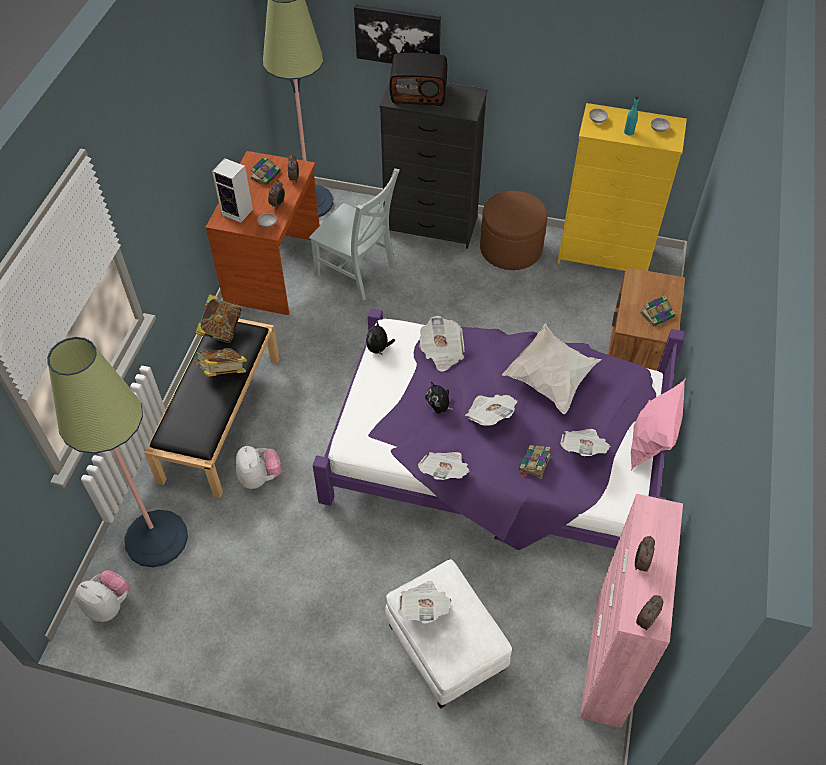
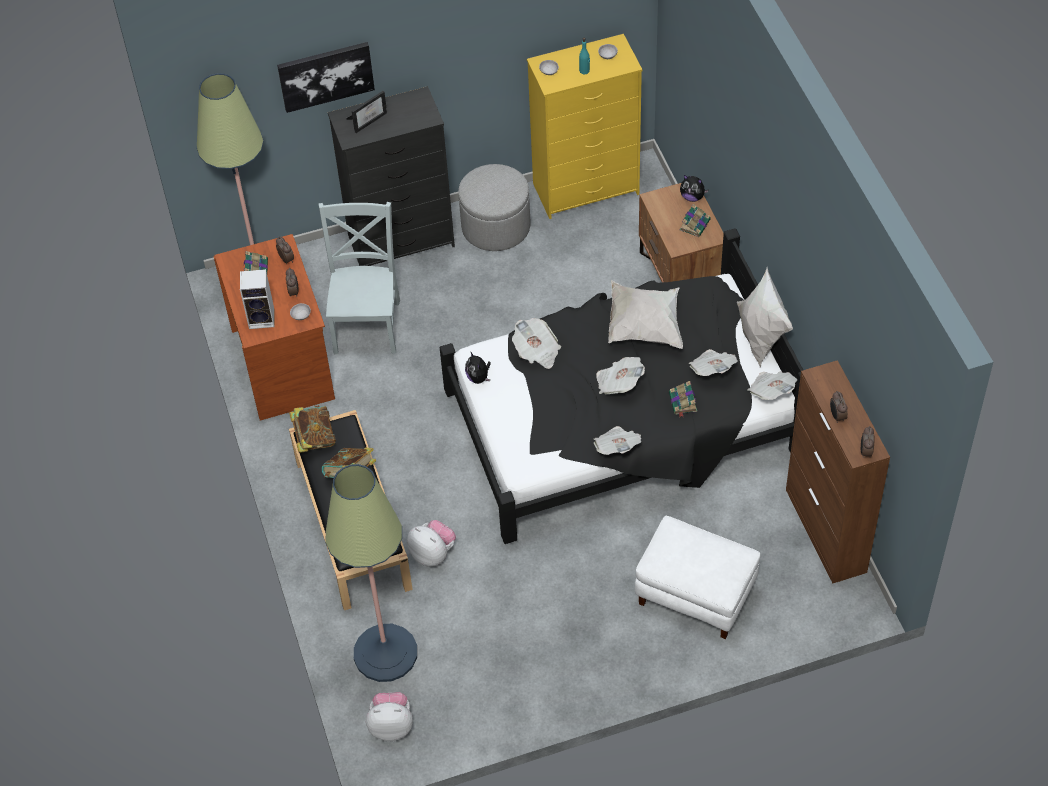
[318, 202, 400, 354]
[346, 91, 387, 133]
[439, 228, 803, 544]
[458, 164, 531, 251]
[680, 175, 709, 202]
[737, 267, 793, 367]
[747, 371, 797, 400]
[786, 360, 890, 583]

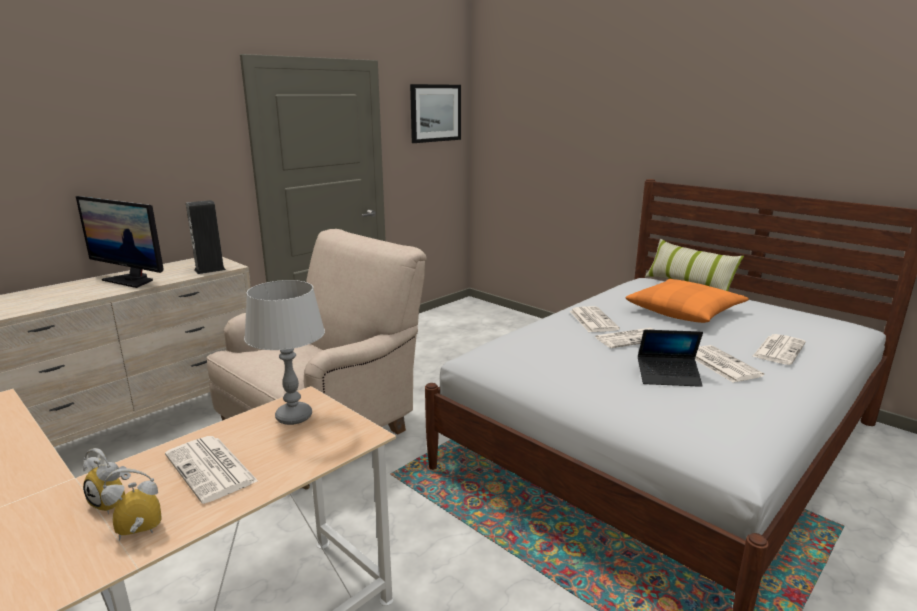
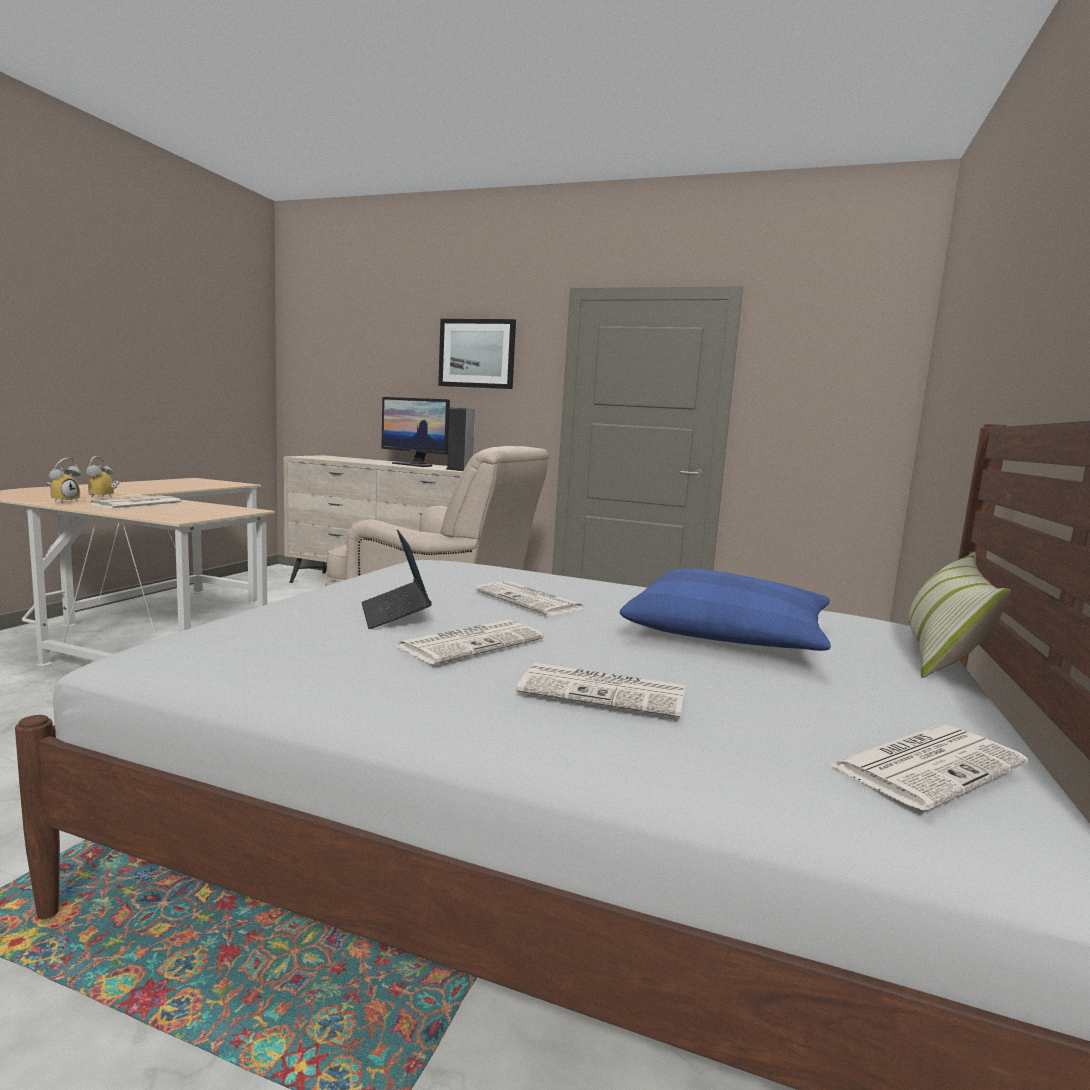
[47, 457, 81, 503]
[381, 397, 450, 467]
[438, 319, 516, 389]
[620, 568, 831, 651]
[828, 725, 1028, 810]
[244, 280, 325, 425] (first image)

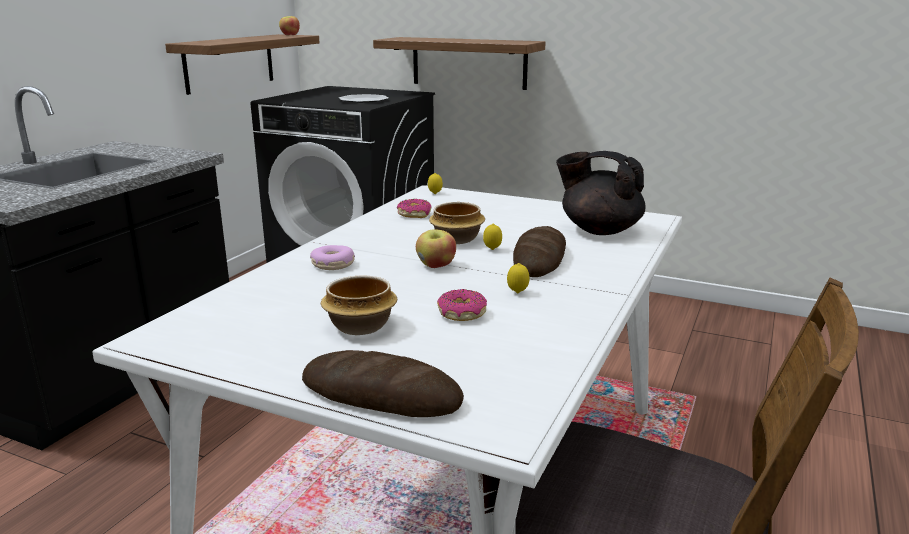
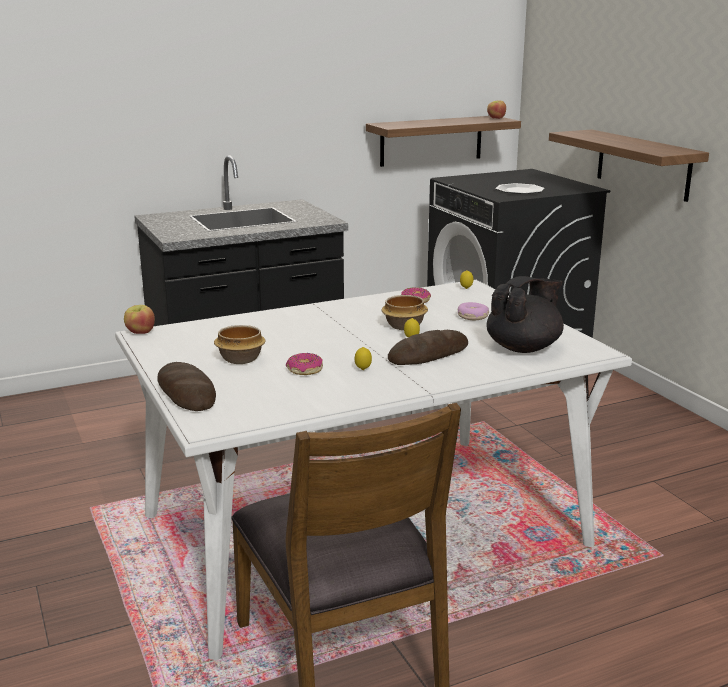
[124, 305, 155, 334]
[458, 302, 489, 320]
[487, 276, 564, 353]

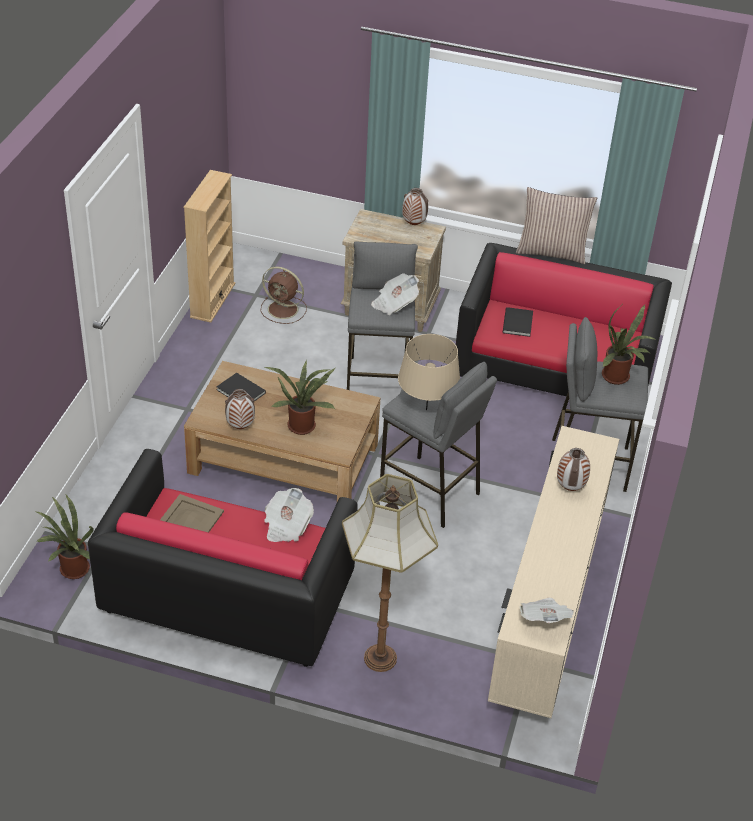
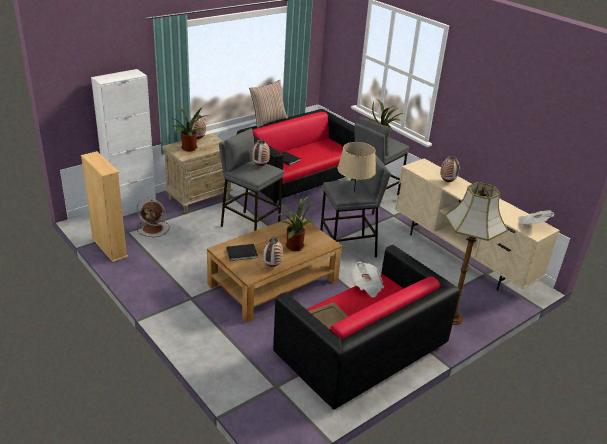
[91, 69, 156, 216]
[137, 198, 170, 237]
[169, 104, 210, 151]
[252, 140, 270, 166]

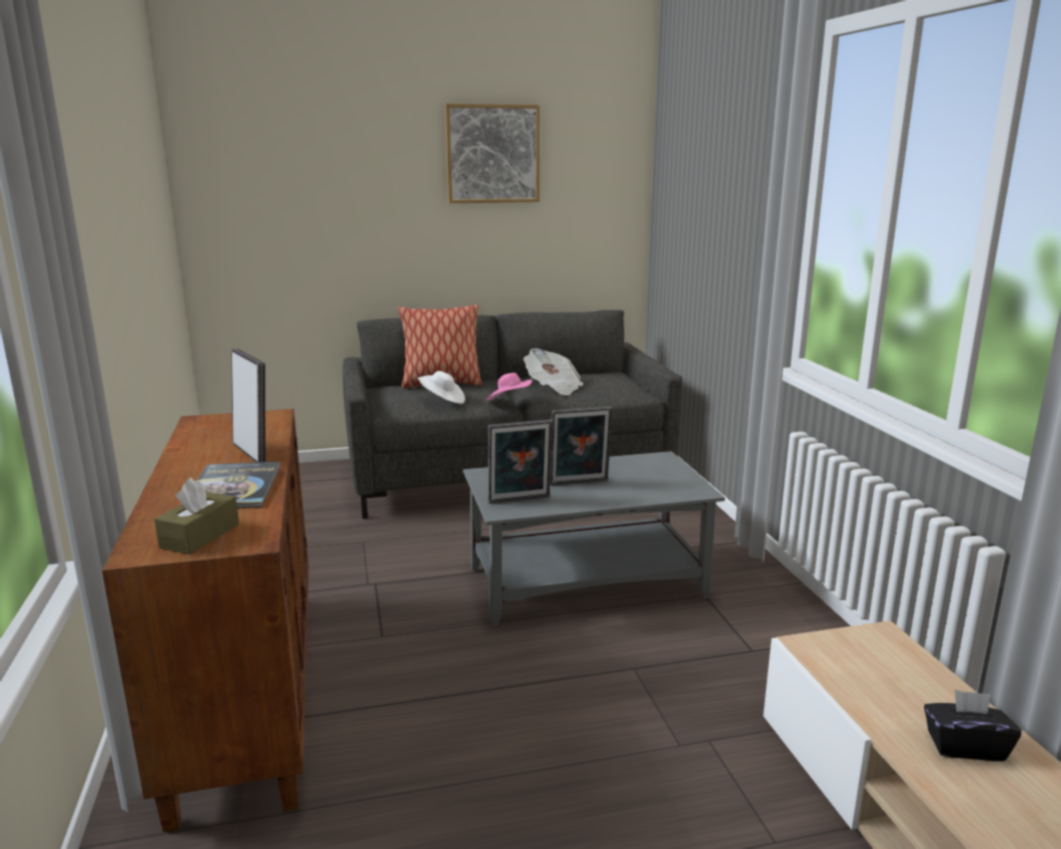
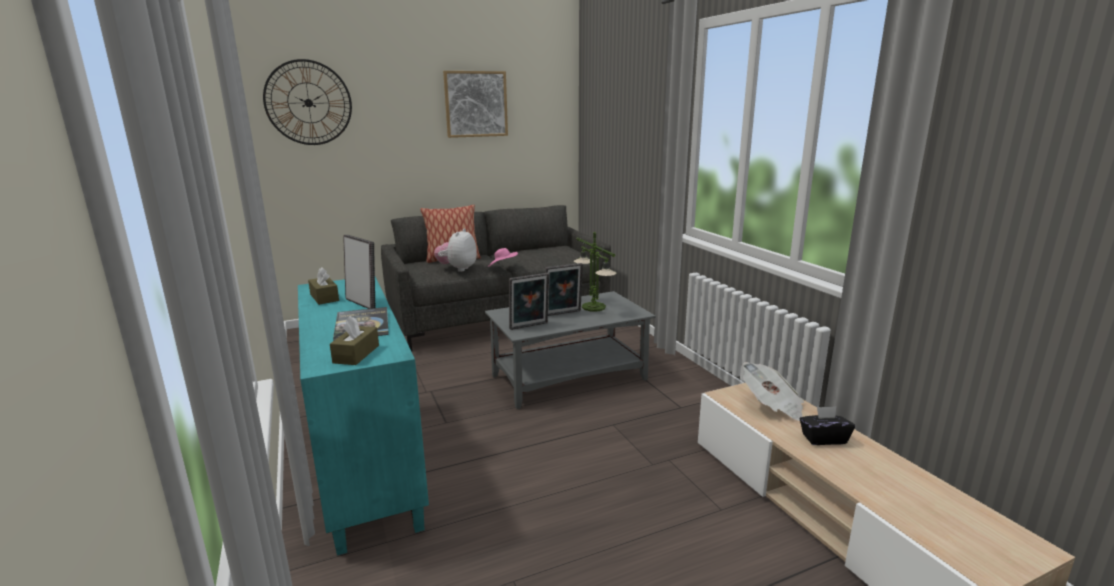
[263, 59, 352, 145]
[298, 276, 429, 556]
[308, 268, 339, 305]
[434, 228, 477, 272]
[574, 232, 616, 312]
[742, 362, 804, 421]

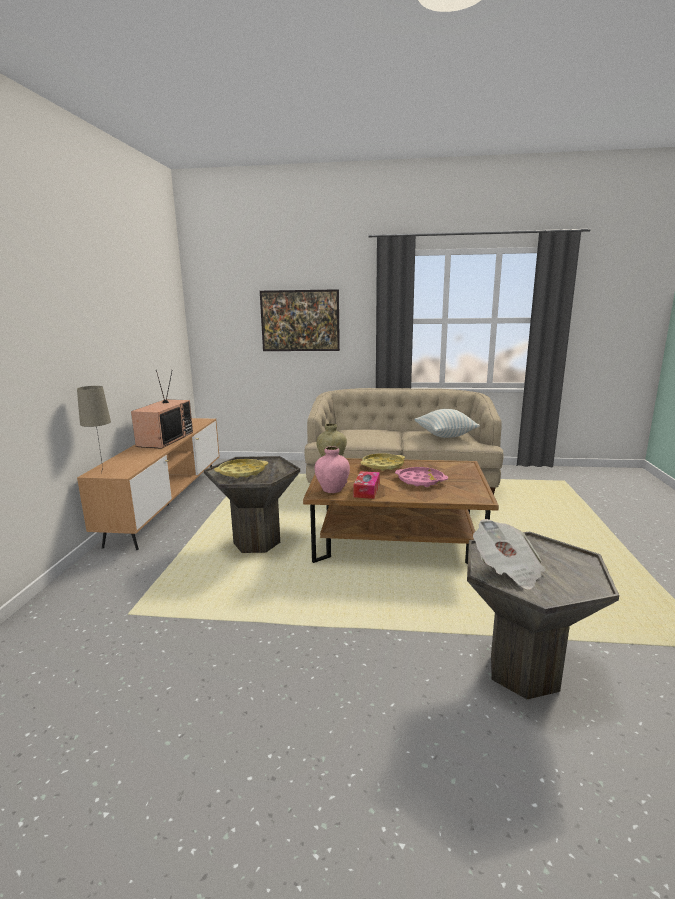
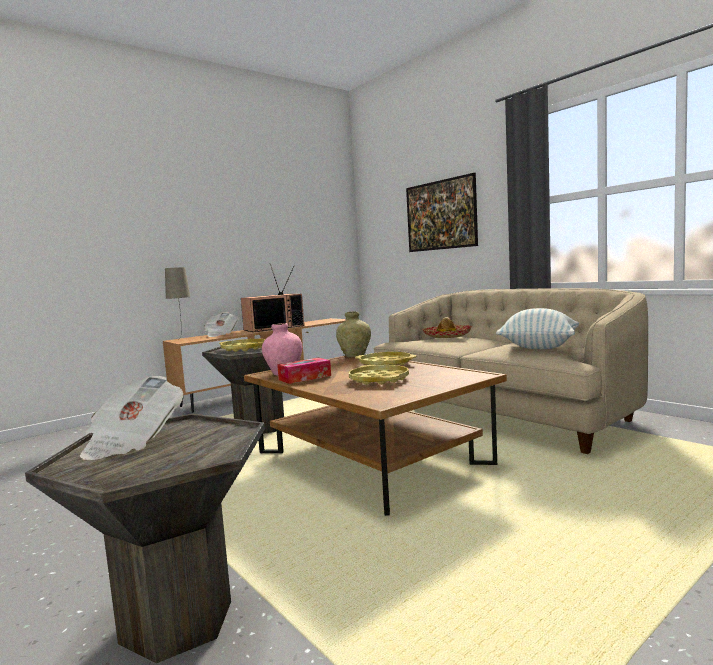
[204, 312, 239, 337]
[349, 365, 409, 385]
[422, 317, 472, 338]

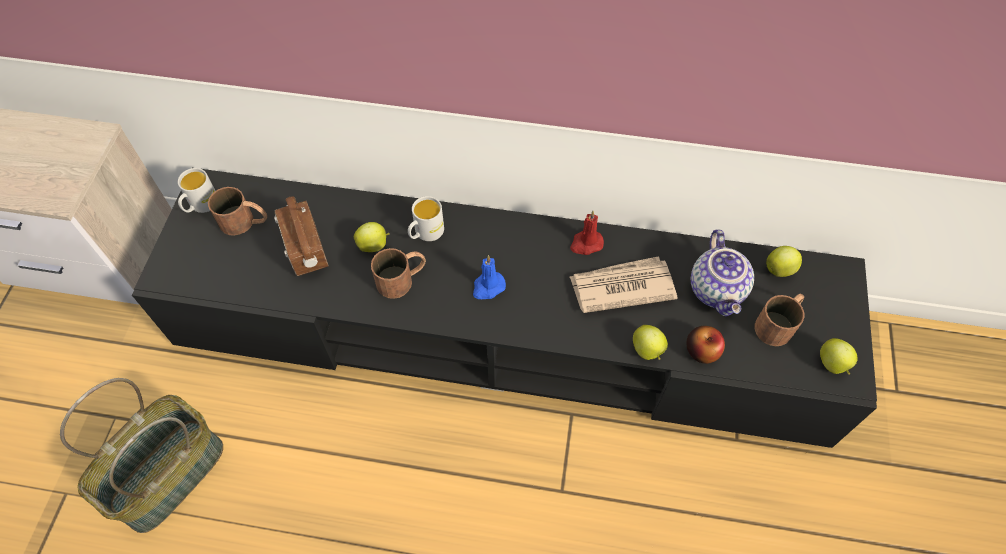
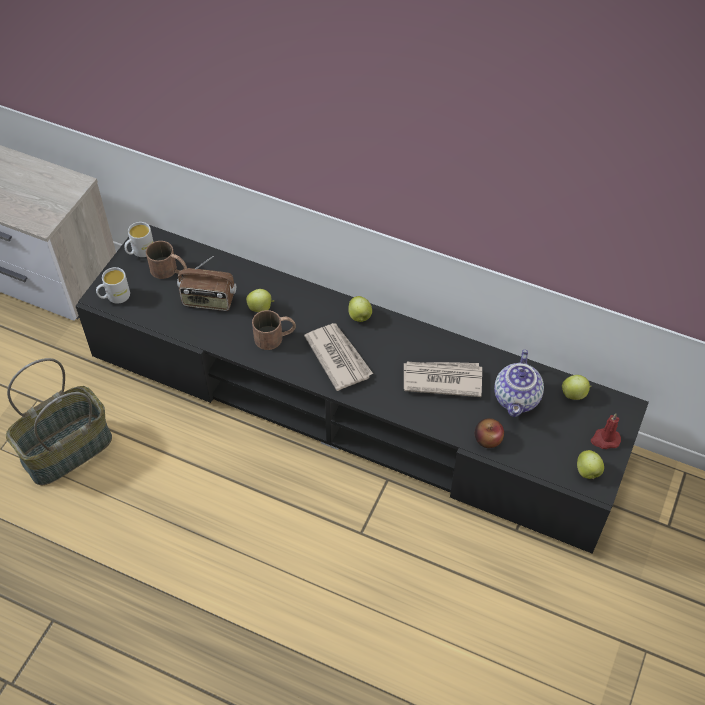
[96, 267, 130, 304]
[177, 256, 236, 311]
[304, 323, 373, 391]
[348, 296, 372, 322]
[591, 413, 621, 449]
[754, 294, 804, 346] (first image)

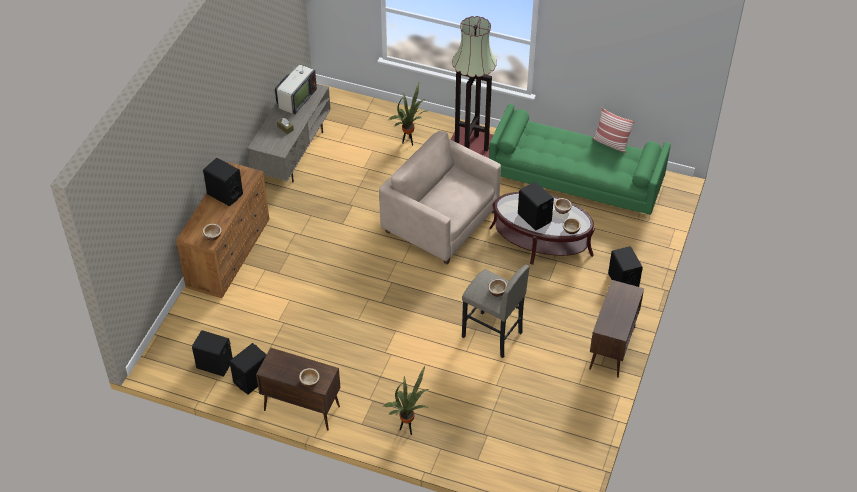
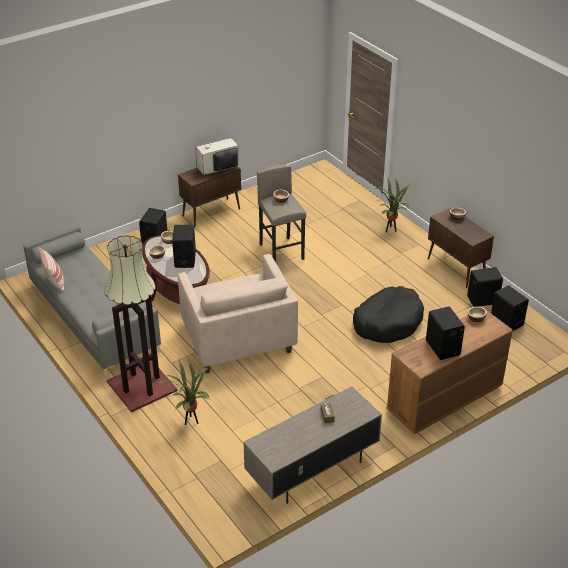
[23, 225, 161, 376]
[195, 131, 239, 176]
[353, 286, 424, 343]

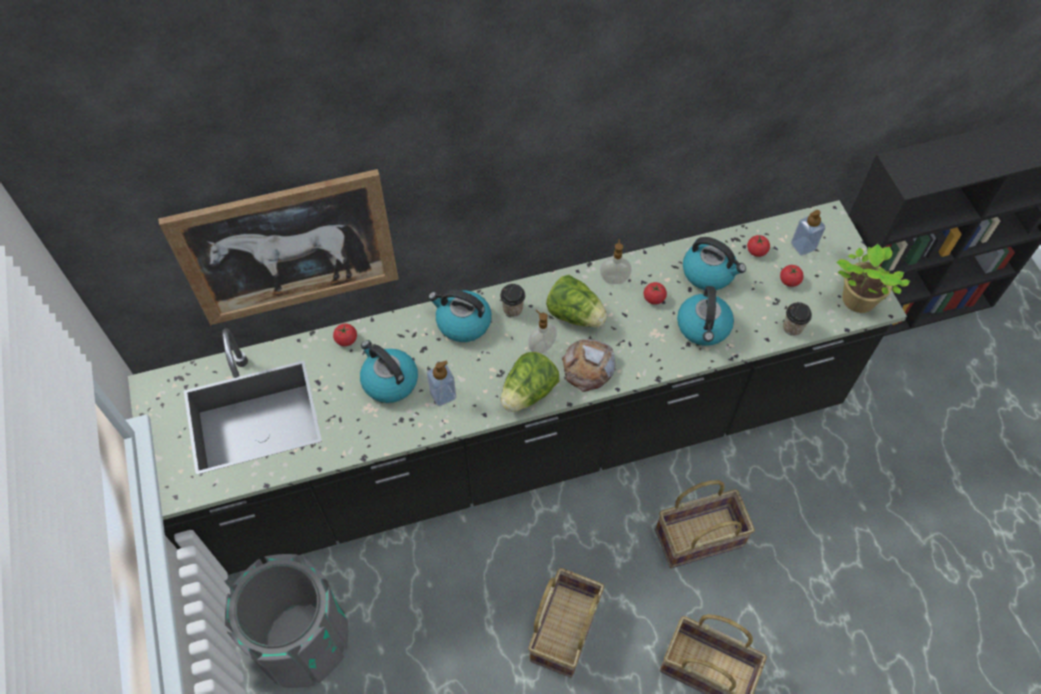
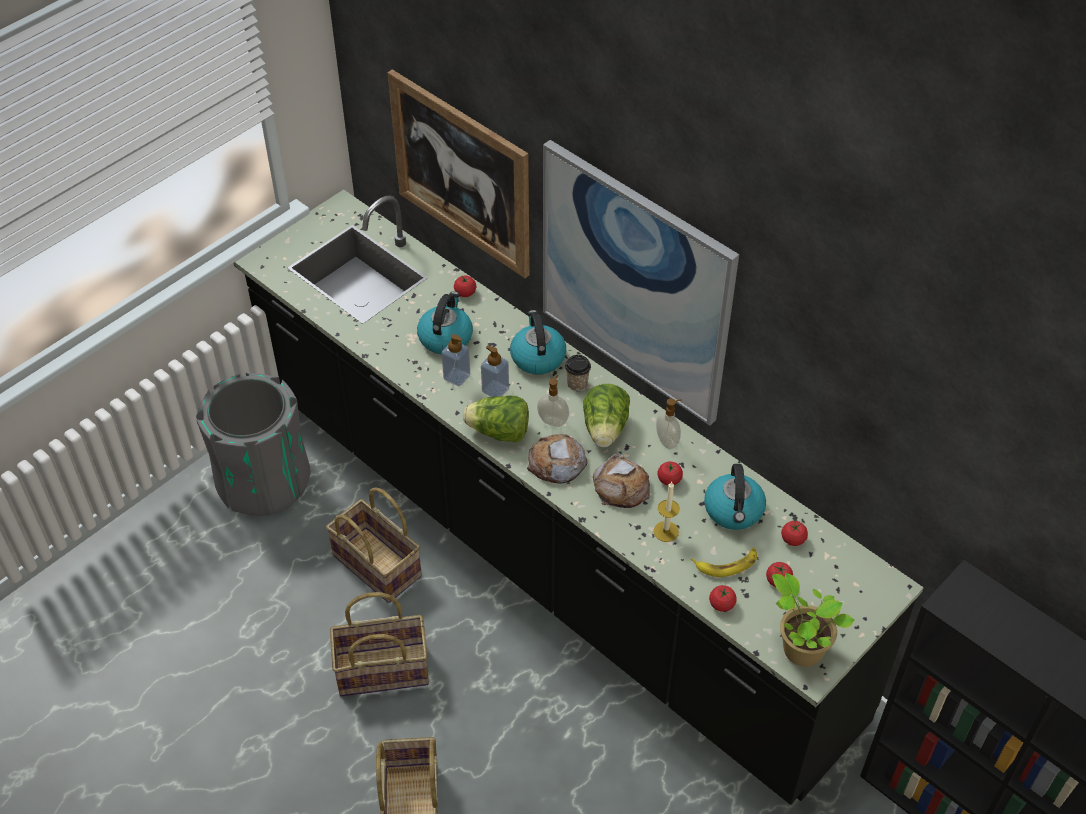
[326, 487, 422, 603]
[481, 345, 509, 397]
[543, 140, 739, 426]
[592, 454, 650, 508]
[654, 482, 680, 542]
[691, 548, 757, 577]
[709, 585, 737, 612]

